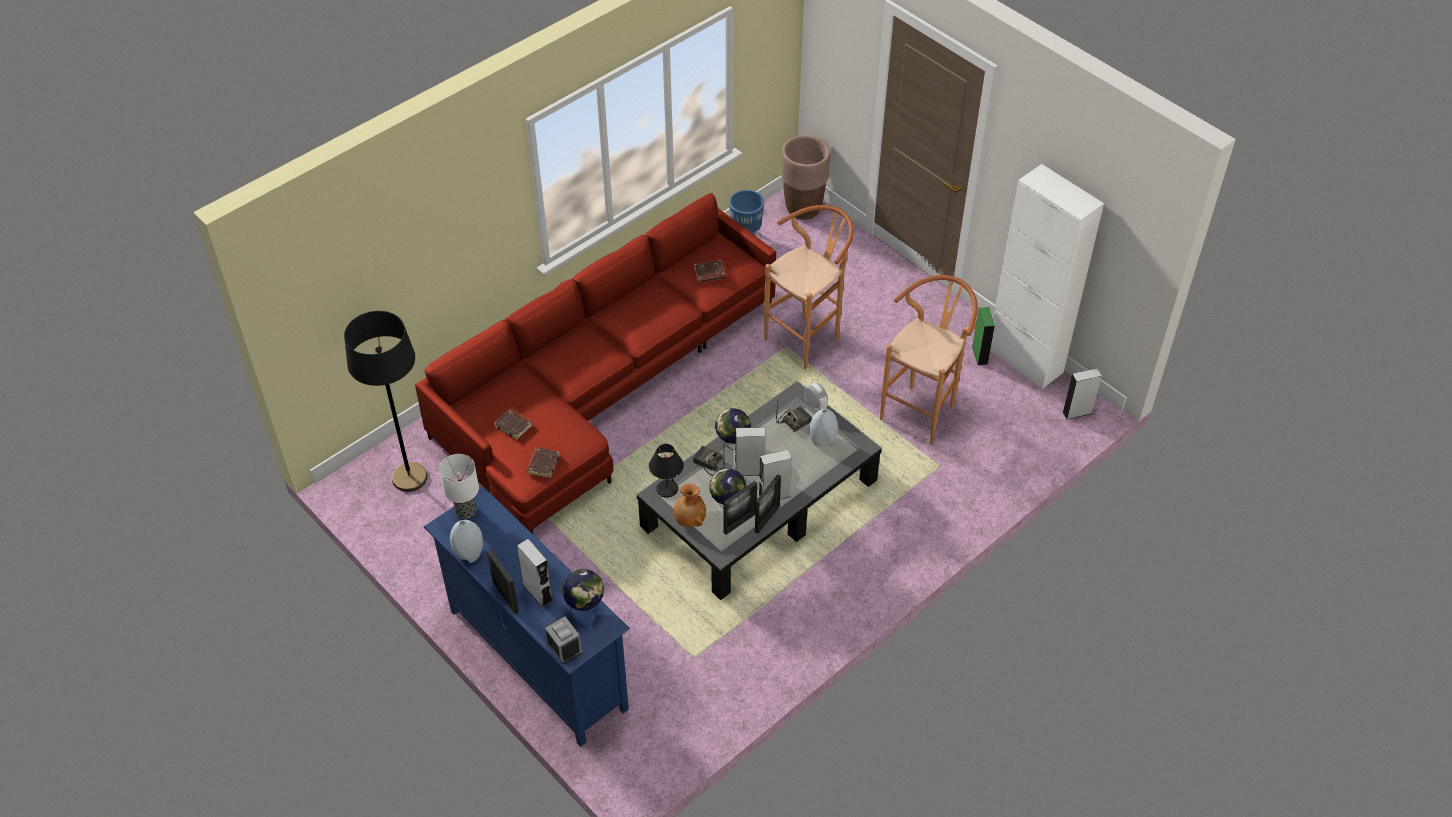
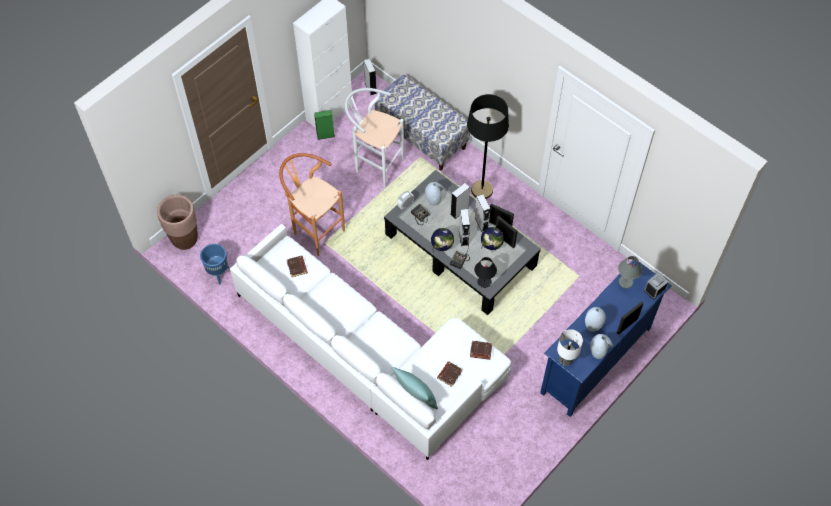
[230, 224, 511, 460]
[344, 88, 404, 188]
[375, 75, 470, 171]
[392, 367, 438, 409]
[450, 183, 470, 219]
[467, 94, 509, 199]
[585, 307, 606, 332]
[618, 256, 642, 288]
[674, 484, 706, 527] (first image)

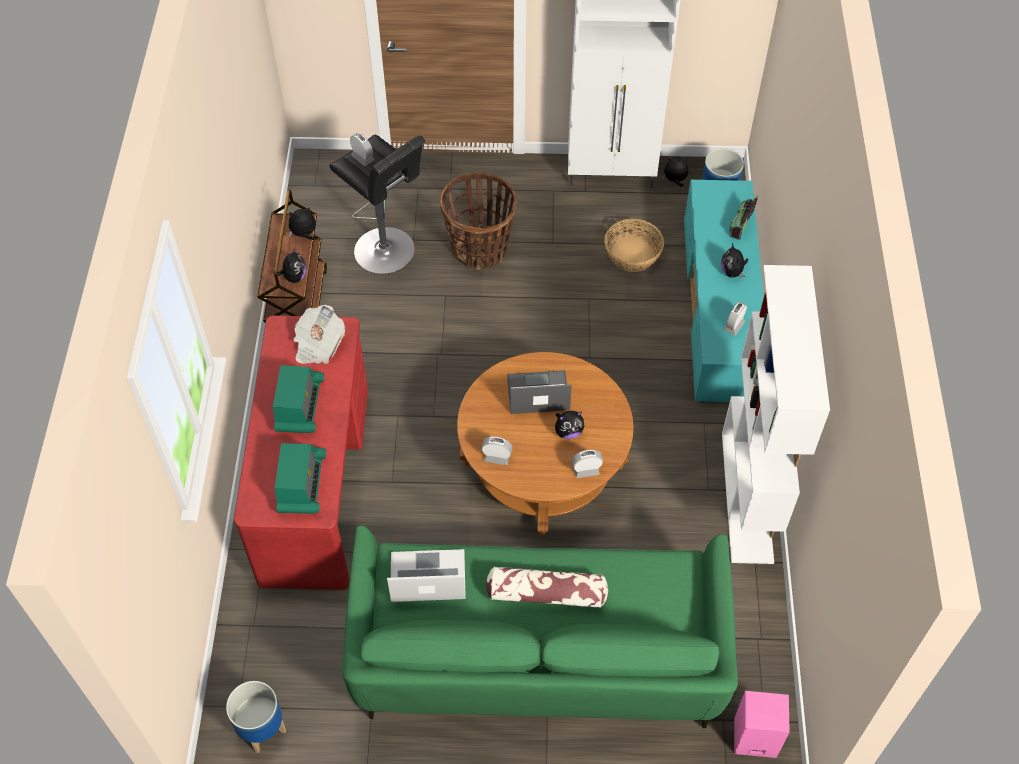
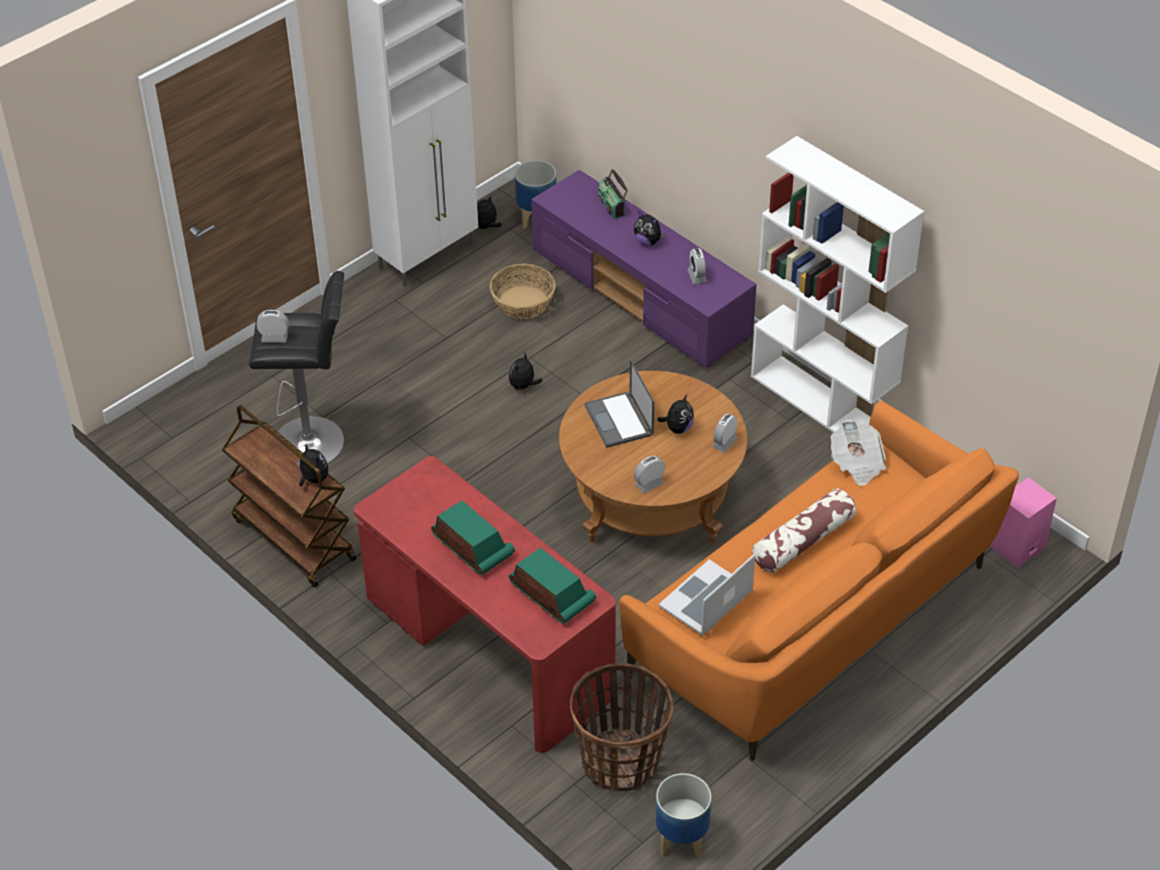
[509, 353, 543, 392]
[531, 170, 756, 368]
[570, 663, 673, 791]
[584, 359, 654, 448]
[619, 401, 1019, 761]
[830, 419, 886, 486]

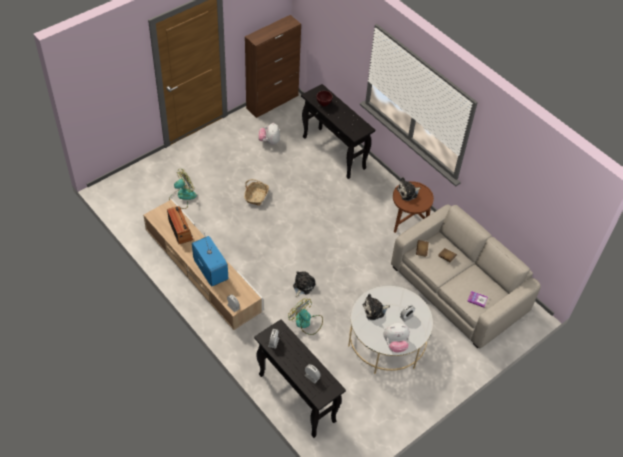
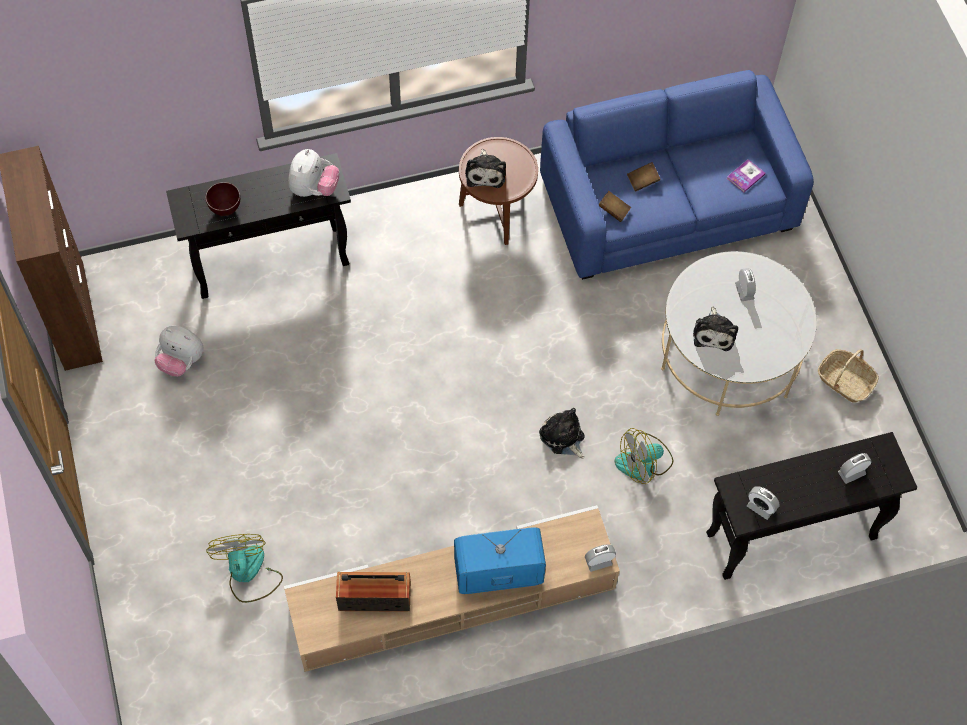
[288, 149, 339, 197]
[540, 70, 814, 280]
[818, 349, 879, 403]

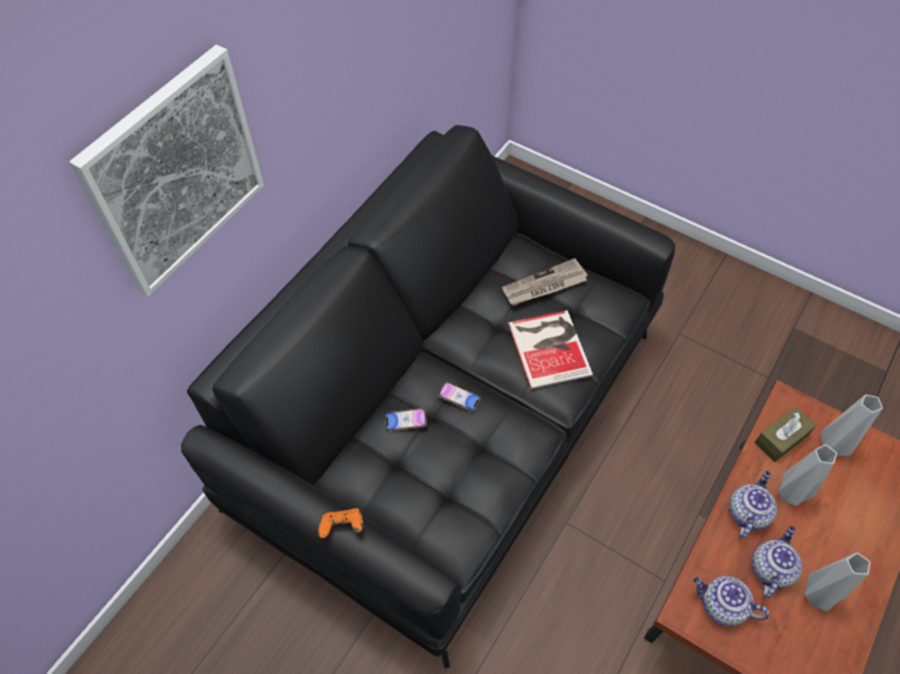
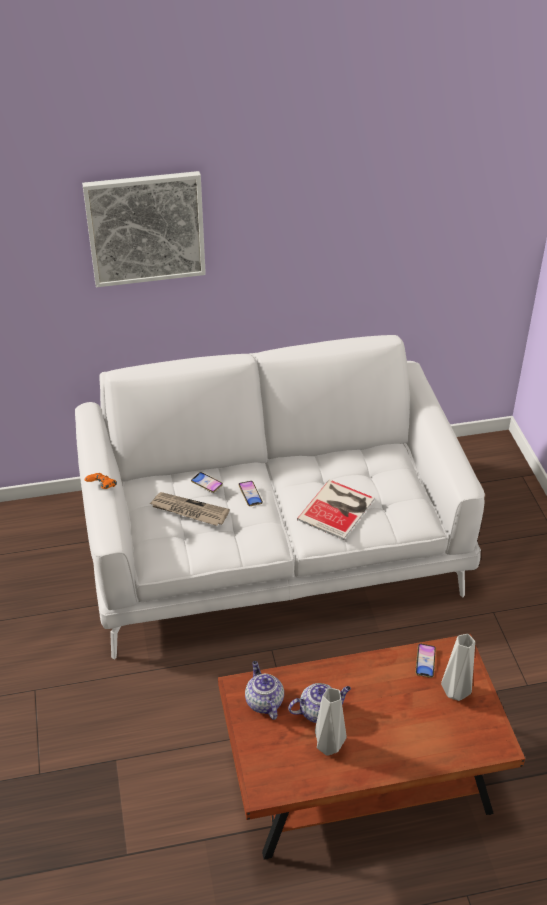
[75, 335, 485, 659]
[149, 492, 230, 526]
[415, 644, 436, 678]
[729, 471, 777, 539] (first image)
[778, 445, 837, 506] (first image)

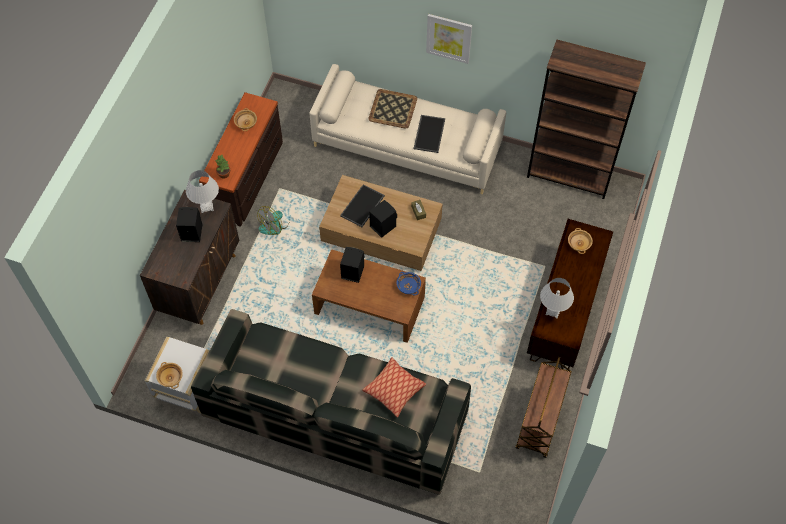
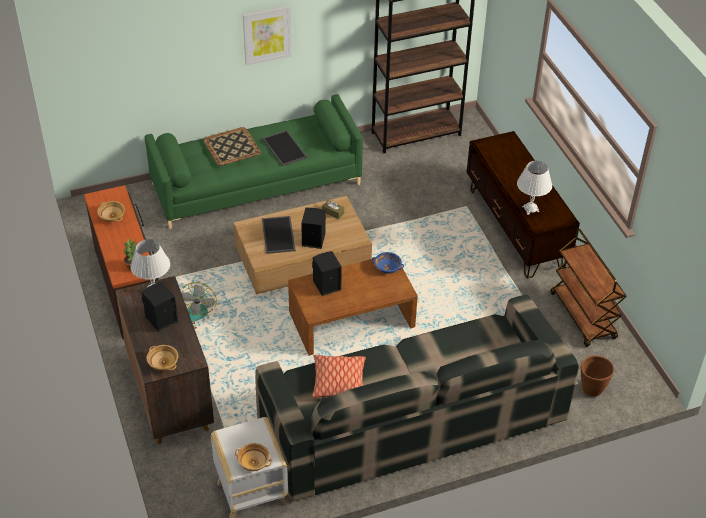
[145, 94, 363, 229]
[146, 345, 178, 371]
[312, 355, 366, 398]
[581, 355, 614, 396]

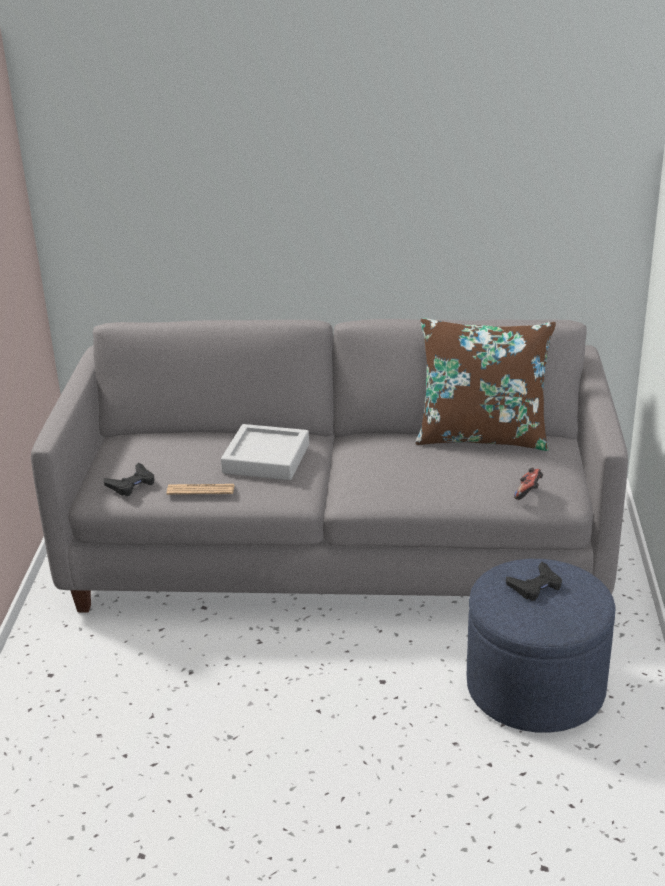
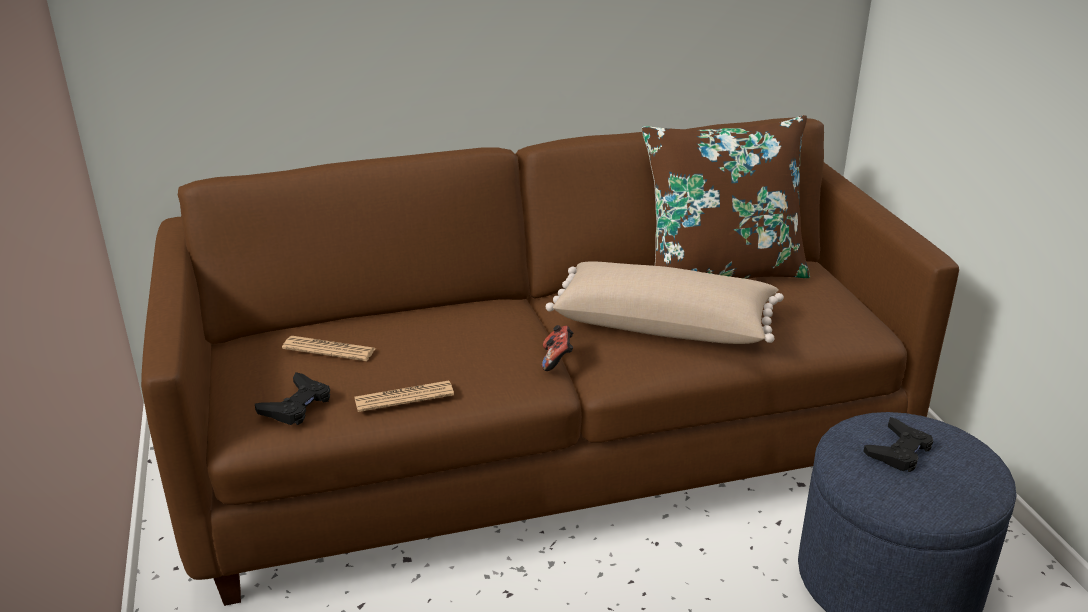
[141, 117, 959, 606]
[282, 336, 376, 361]
[542, 325, 573, 371]
[546, 261, 784, 344]
[221, 424, 309, 480] (first image)

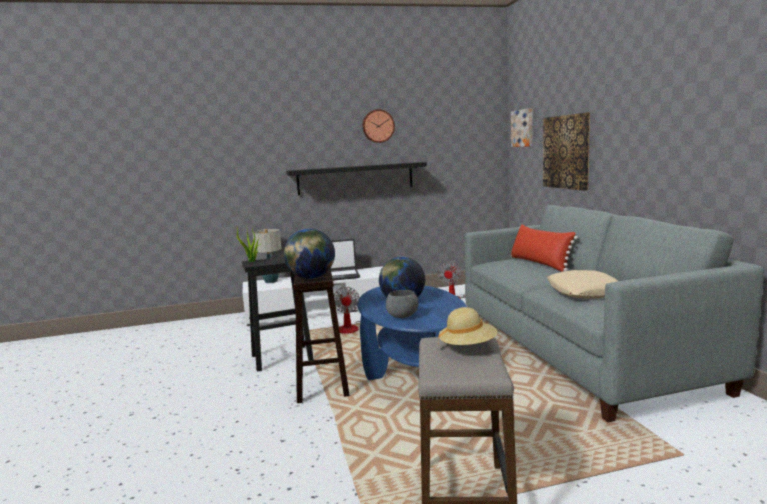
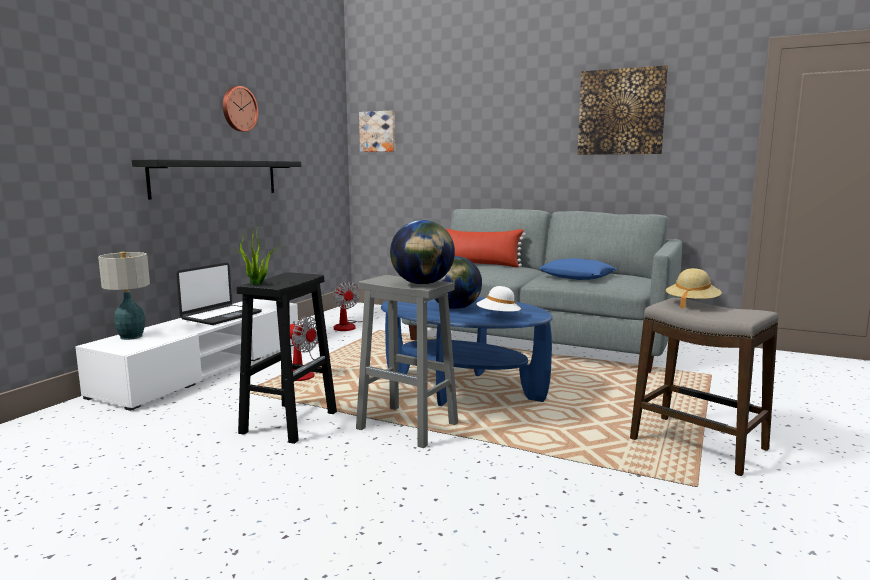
[356, 275, 458, 448]
[476, 286, 521, 312]
[539, 258, 617, 280]
[578, 65, 668, 155]

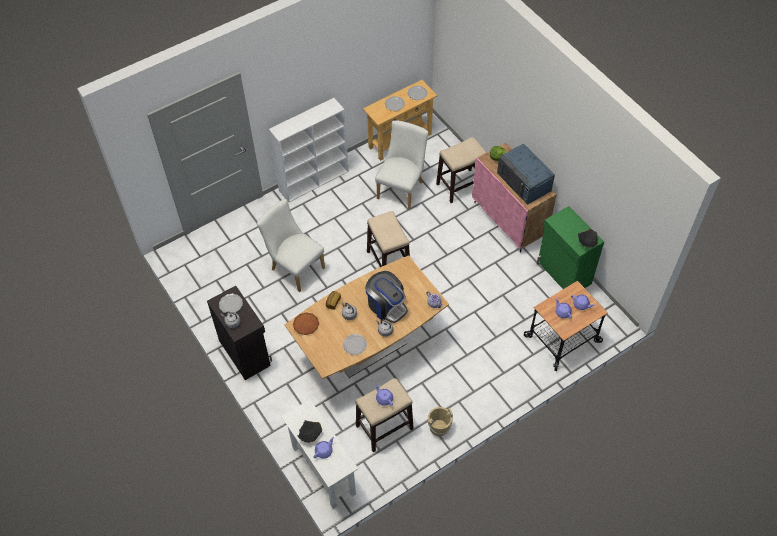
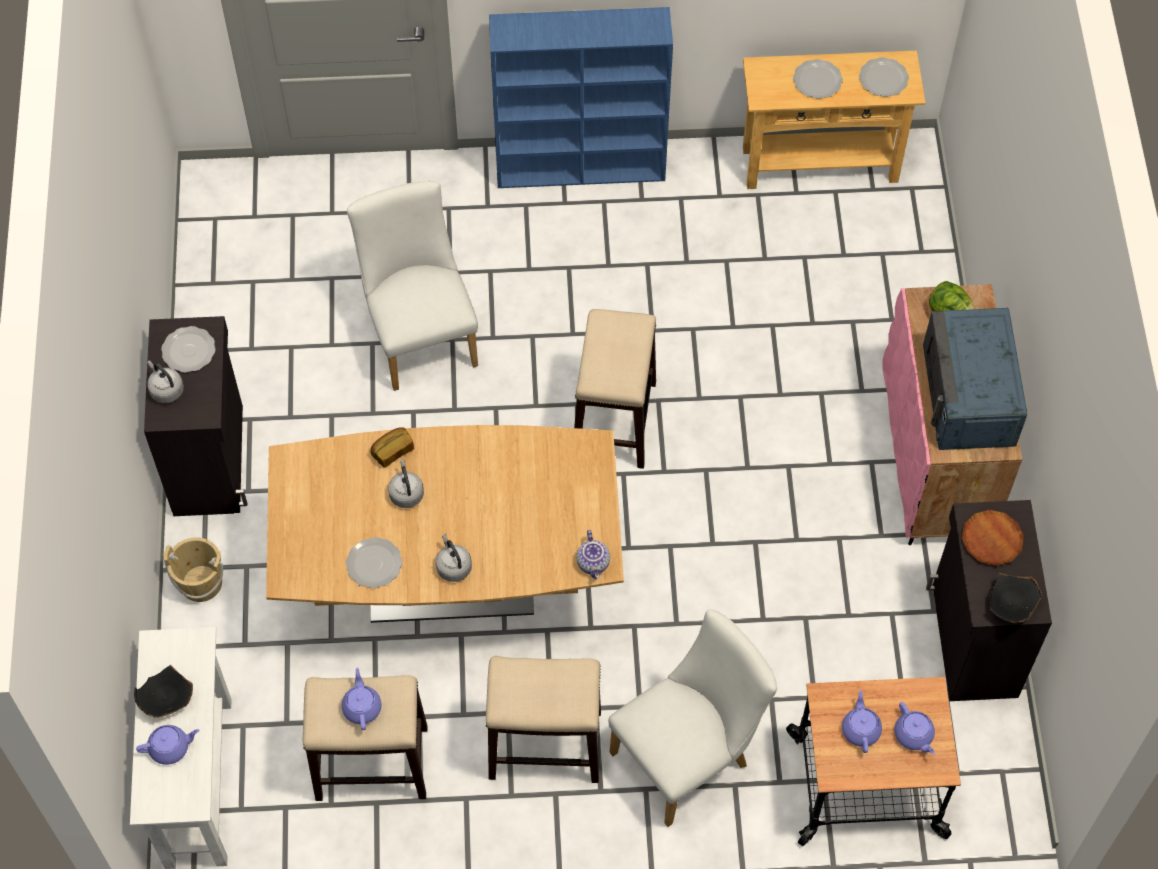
[163, 537, 223, 602]
[486, 656, 601, 783]
[489, 7, 673, 188]
[608, 609, 777, 827]
[926, 500, 1052, 701]
[962, 510, 1024, 566]
[365, 271, 408, 323] (first image)

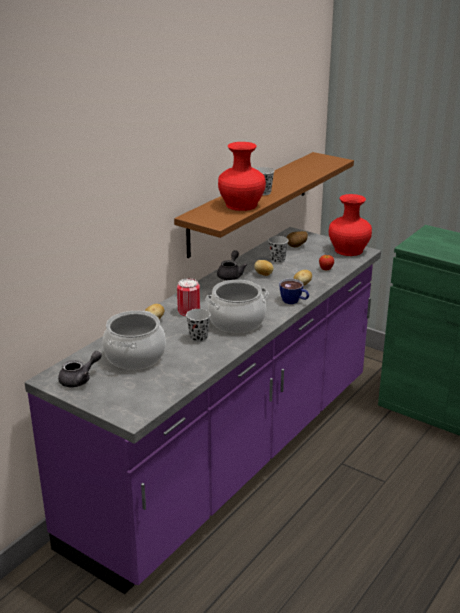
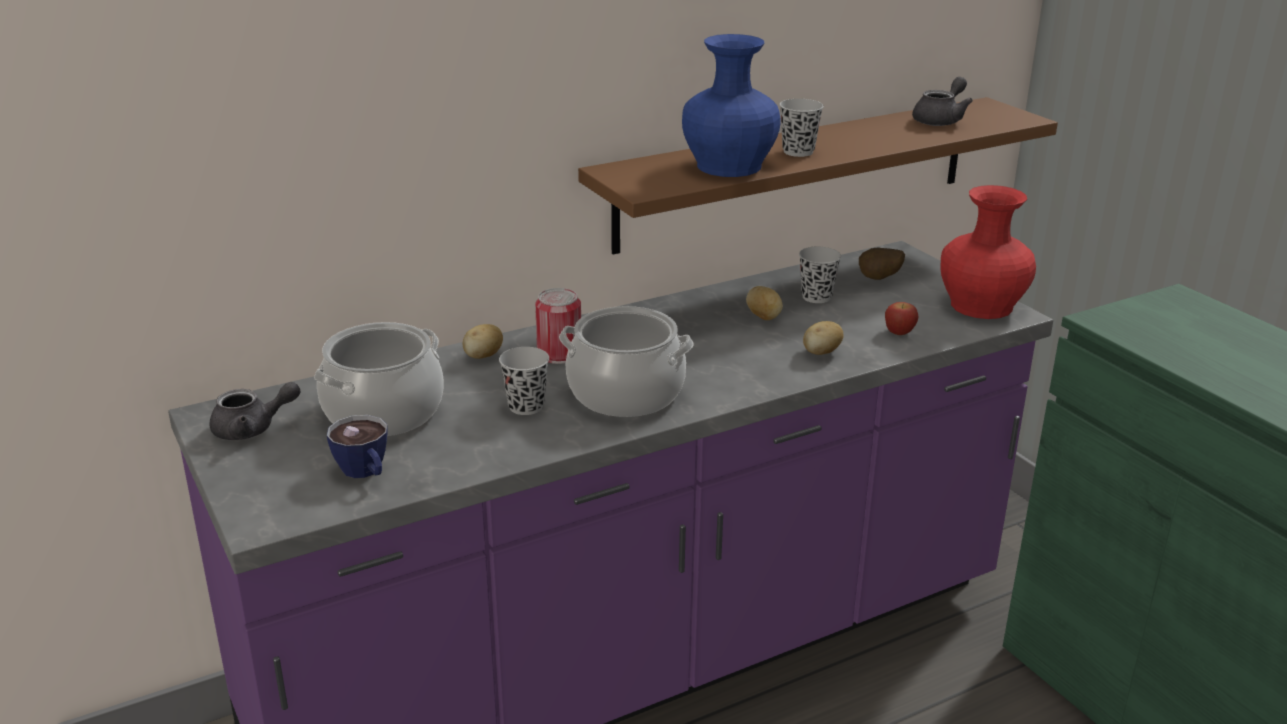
[327, 415, 388, 478]
[682, 34, 780, 177]
[912, 77, 973, 126]

